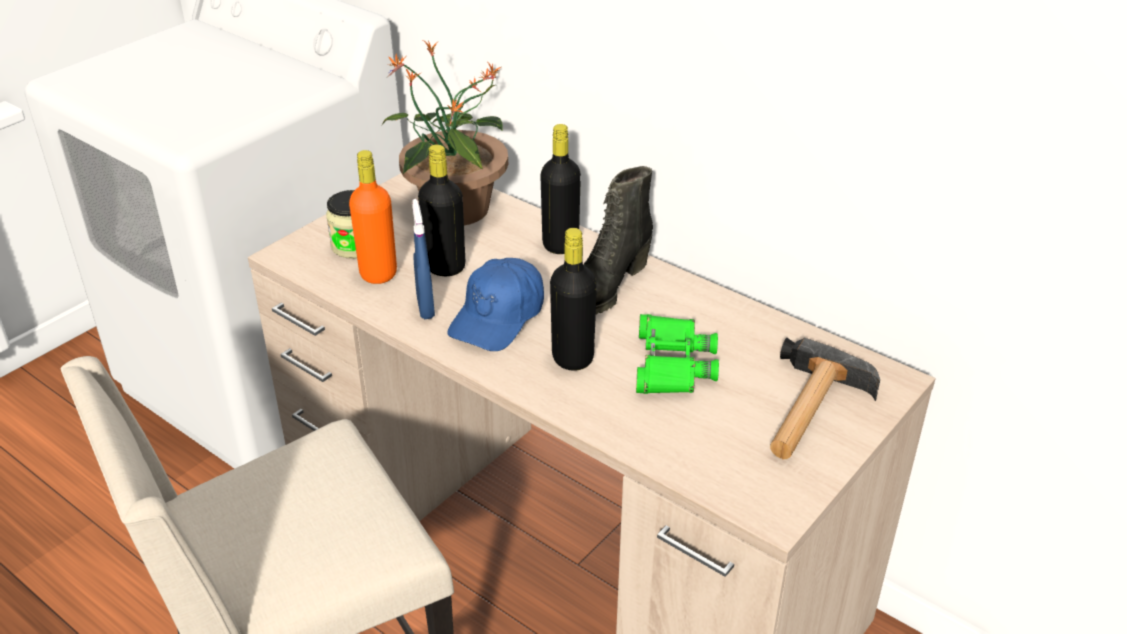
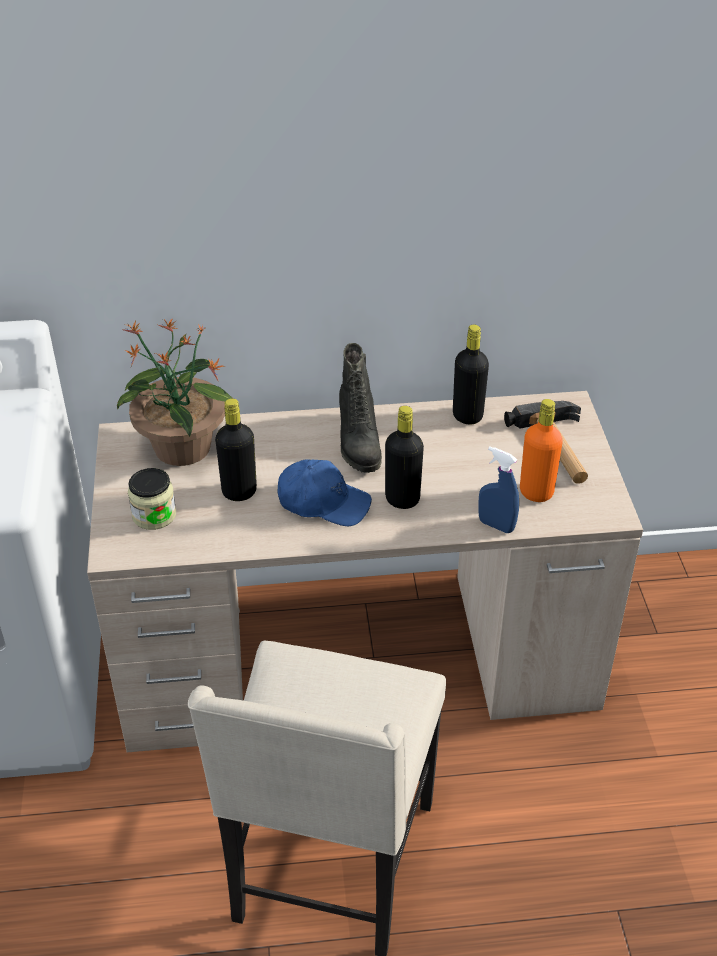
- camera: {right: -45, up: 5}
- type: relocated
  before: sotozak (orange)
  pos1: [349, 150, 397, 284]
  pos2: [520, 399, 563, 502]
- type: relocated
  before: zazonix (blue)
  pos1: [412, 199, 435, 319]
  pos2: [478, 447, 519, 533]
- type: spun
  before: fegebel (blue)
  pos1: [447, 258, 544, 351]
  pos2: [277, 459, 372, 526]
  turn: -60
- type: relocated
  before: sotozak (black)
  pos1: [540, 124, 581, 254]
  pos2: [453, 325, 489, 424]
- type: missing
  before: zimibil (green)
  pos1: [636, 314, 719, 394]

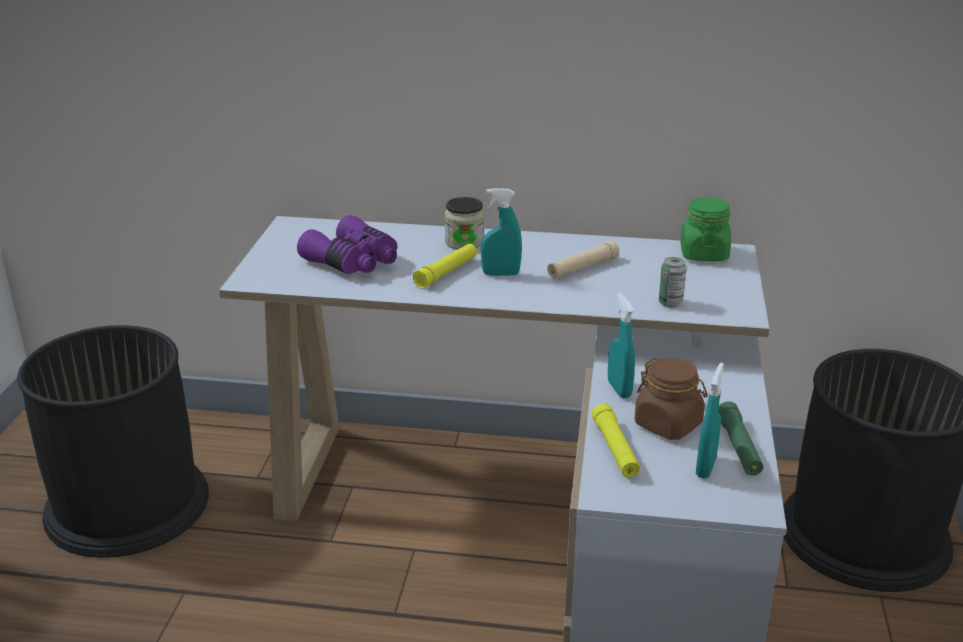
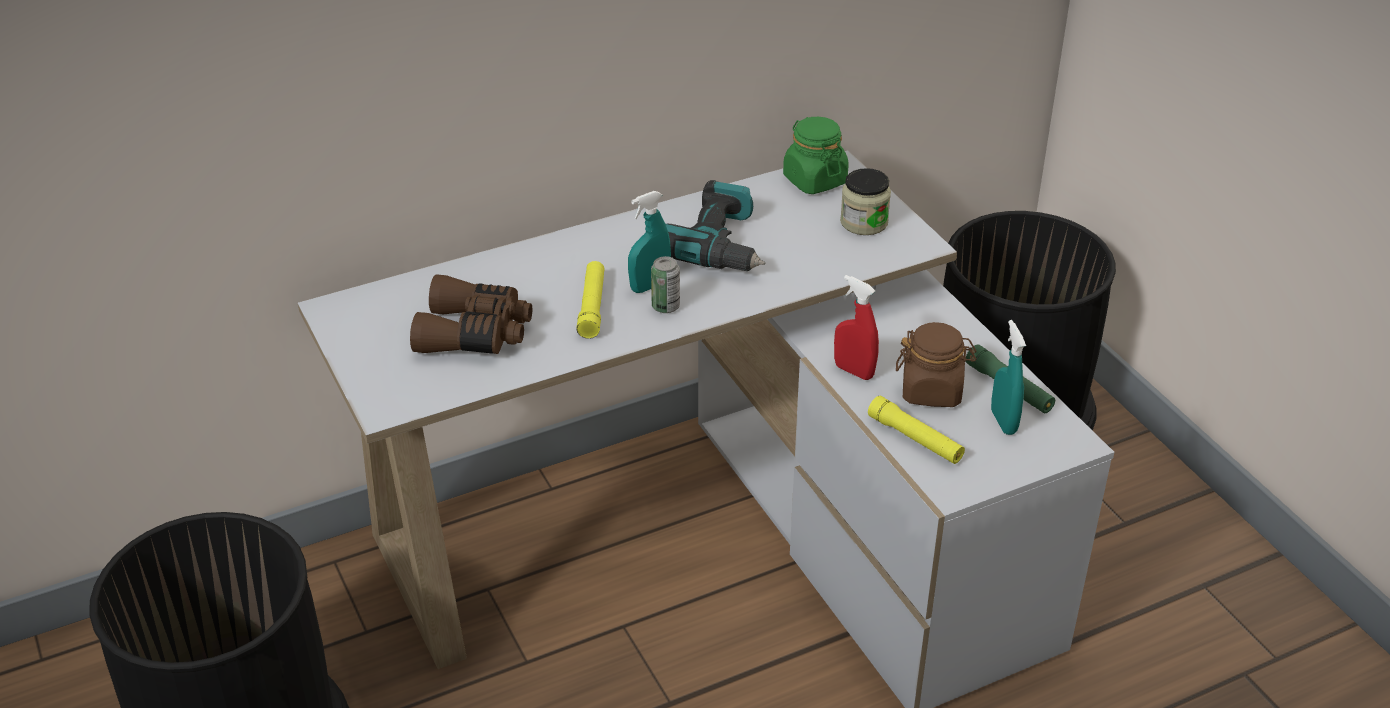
- camera: {right: -35, up: 10}
- type: colour
  before: zimibil (purple)
  after: zimibil (brown)
  pos1: [297, 215, 398, 274]
  pos2: [410, 274, 532, 354]
- type: relocated
  before: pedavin
  pos1: [444, 197, 485, 250]
  pos2: [840, 168, 891, 235]
- type: exchanged
  before: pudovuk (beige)
  after: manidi
  pos1: [547, 241, 619, 278]
  pos2: [666, 180, 766, 271]
- type: colour
  before: zazonix (turquoise)
  after: zazonix (red)
  pos1: [608, 293, 635, 399]
  pos2: [834, 275, 879, 380]
- type: relocated
  before: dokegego
  pos1: [658, 257, 687, 307]
  pos2: [651, 256, 680, 313]

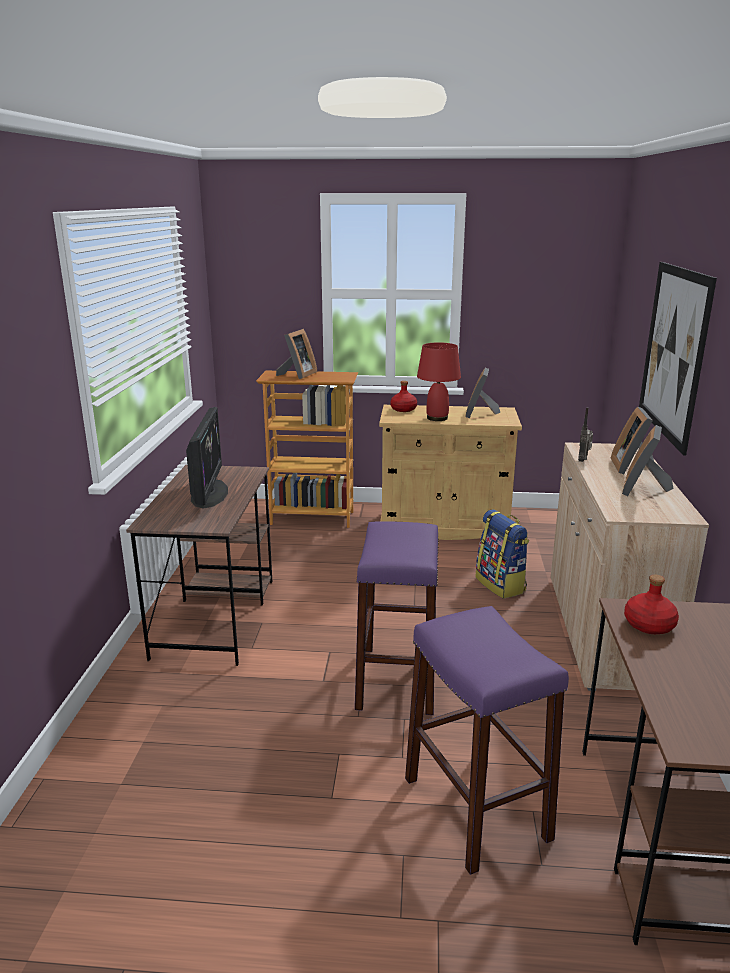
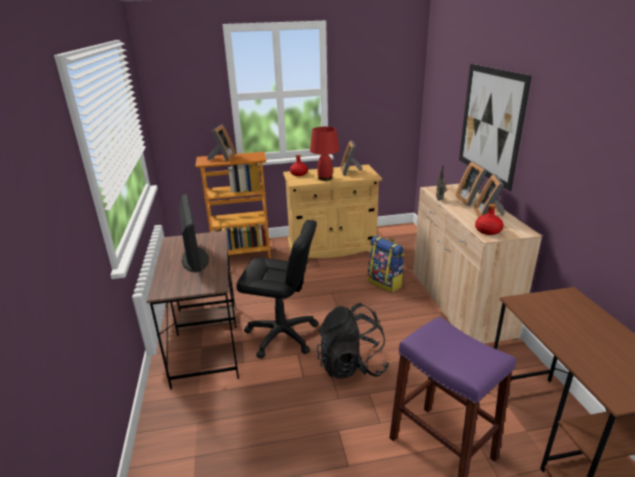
- camera: {right: -15, up: 5}
- type: exchanged
  before: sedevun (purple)
  after: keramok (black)
  pos1: [355, 521, 439, 715]
  pos2: [317, 303, 389, 379]
- type: relocated
  before: sotozak (red)
  pos1: [624, 575, 679, 634]
  pos2: [475, 204, 504, 235]
- type: appeared
  after: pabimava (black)
  pos2: [237, 220, 318, 359]

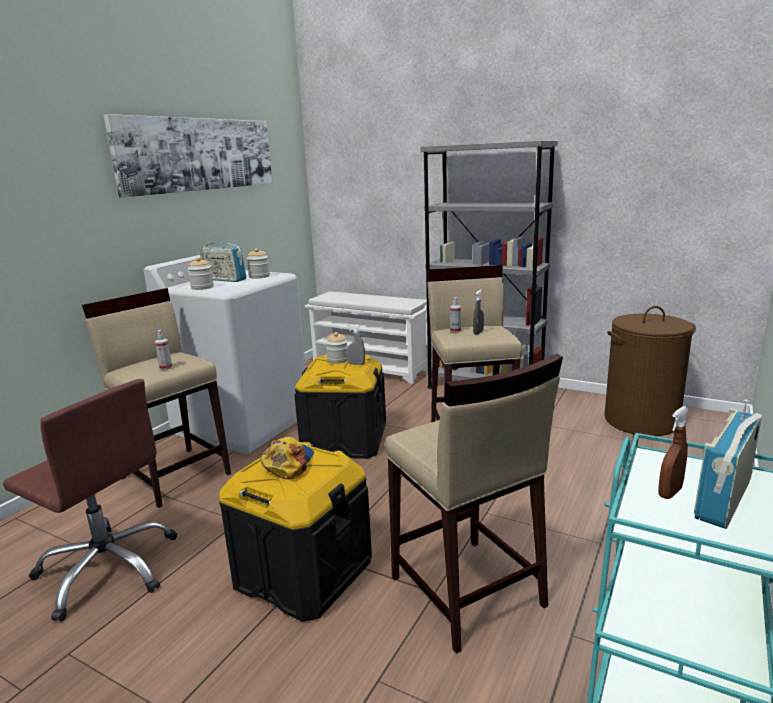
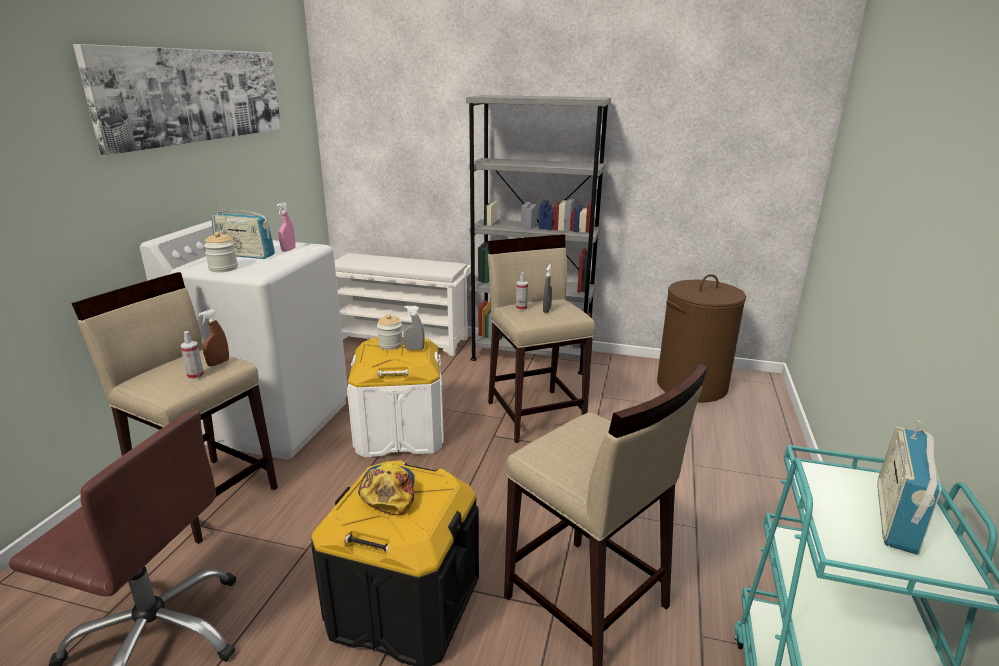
- camera: {right: -15, up: 5}
- type: exchanged
  before: pedavin
  after: zazonix (pink)
  pos1: [247, 248, 270, 279]
  pos2: [277, 202, 296, 252]
- type: colour
  before: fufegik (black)
  after: fufegik (white)
  pos1: [294, 355, 386, 459]
  pos2: [347, 337, 444, 457]
- type: relocated
  before: zazonix (brown)
  pos1: [658, 406, 689, 499]
  pos2: [199, 309, 229, 367]

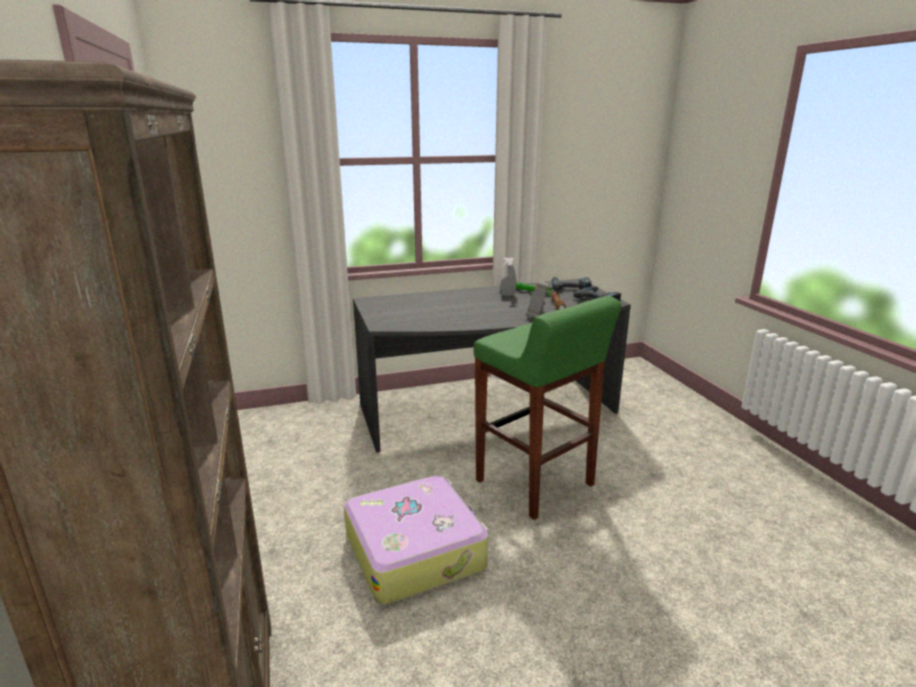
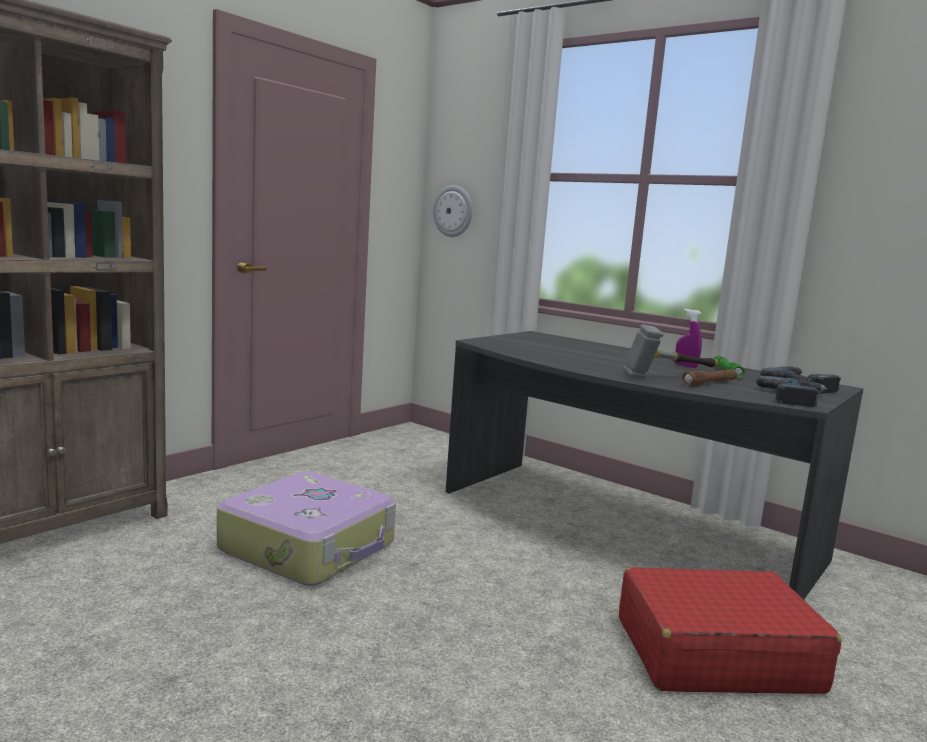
- camera: {right: 55, up: -10}
- type: missing
  before: sedevun (green)
  pos1: [474, 296, 622, 520]
- type: colour
  before: zazonix (grey)
  after: zazonix (purple)
  pos1: [500, 257, 516, 296]
  pos2: [675, 309, 702, 368]
- type: appeared
  after: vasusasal
  pos2: [433, 185, 473, 237]
- type: appeared
  after: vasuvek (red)
  pos2: [619, 567, 841, 694]

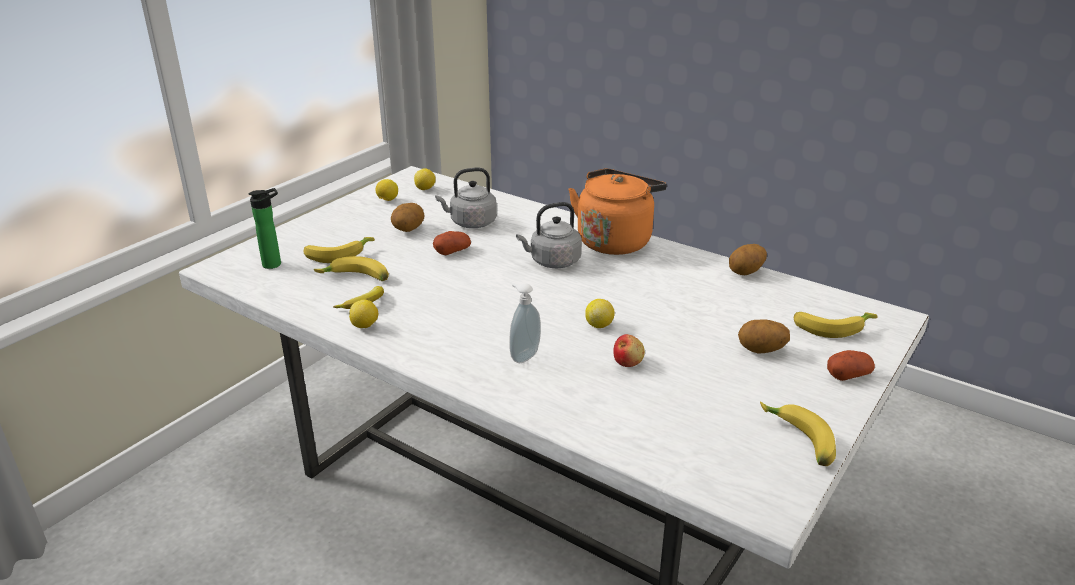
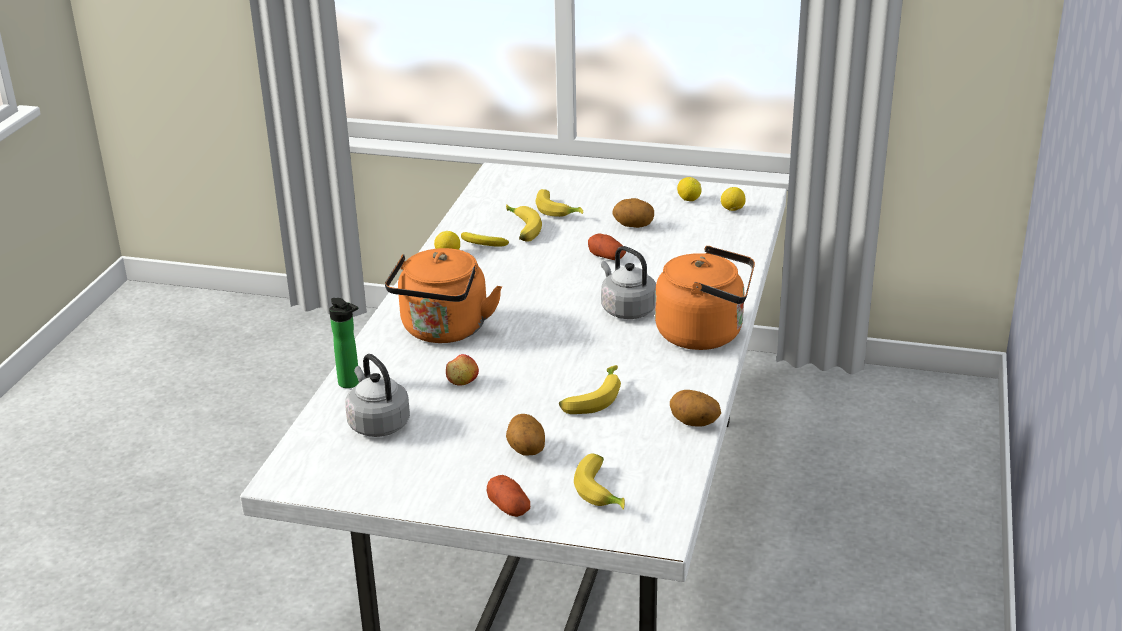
- camera: {right: 70, up: 0}
- type: relocated
  before: sotozak
  pos1: [249, 188, 281, 269]
  pos2: [329, 298, 359, 388]
- type: relocated
  before: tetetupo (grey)
  pos1: [435, 168, 497, 228]
  pos2: [345, 354, 410, 437]
- type: exchanged
  before: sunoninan
  after: tetetupo (orange)
  pos1: [509, 283, 541, 363]
  pos2: [385, 248, 502, 343]
- type: missing
  before: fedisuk
  pos1: [585, 299, 615, 328]
- type: relocated
  before: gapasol
  pos1: [760, 401, 836, 466]
  pos2: [559, 365, 621, 414]

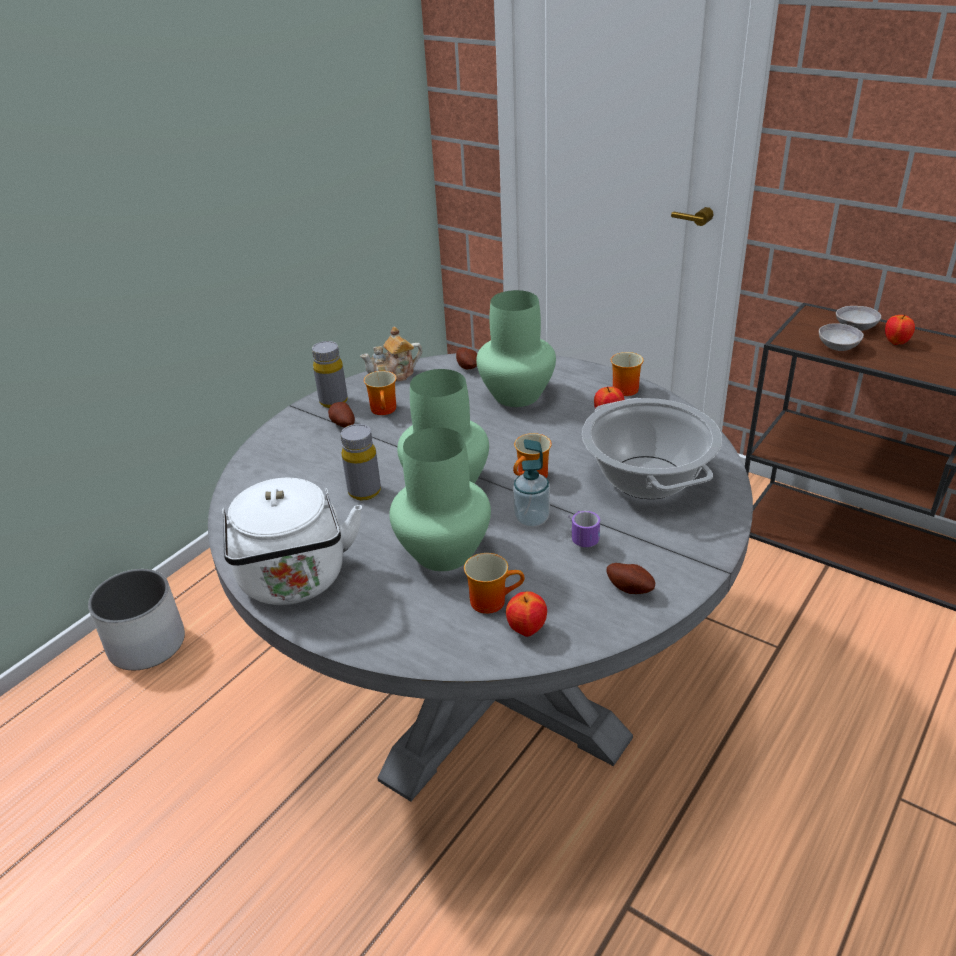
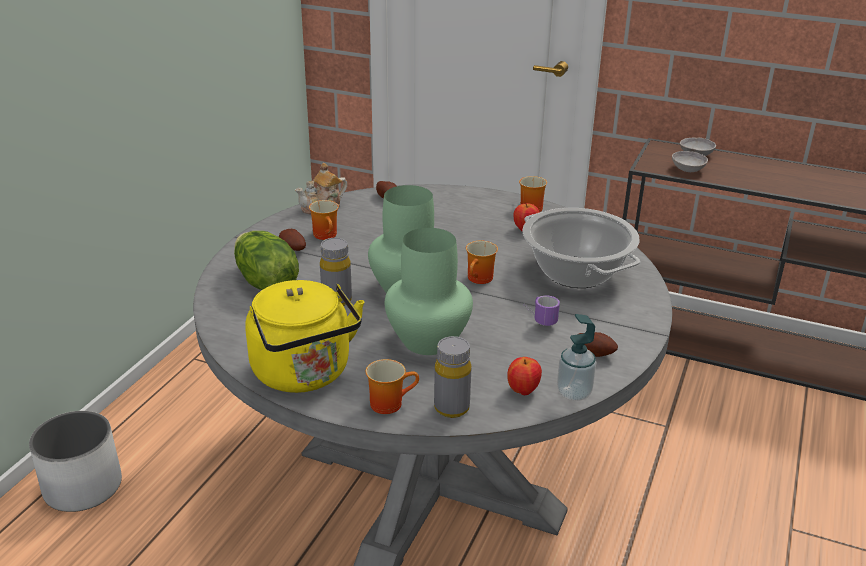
- camera: {right: -15, up: -5}
- type: colour
  before: tetetupo (white)
  after: tetetupo (yellow)
  pos1: [222, 477, 362, 605]
  pos2: [245, 280, 364, 393]
- type: relocated
  before: sotozak (grey)
  pos1: [312, 341, 348, 408]
  pos2: [434, 336, 471, 418]
- type: relocated
  before: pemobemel
  pos1: [464, 553, 525, 614]
  pos2: [366, 359, 419, 414]
- type: missing
  before: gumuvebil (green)
  pos1: [476, 290, 556, 407]
- type: relocated
  before: sunoninan
  pos1: [513, 439, 550, 527]
  pos2: [557, 314, 596, 401]
- type: missing
  before: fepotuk
  pos1: [885, 315, 915, 345]
- type: appeared
  after: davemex
  pos2: [234, 231, 299, 290]

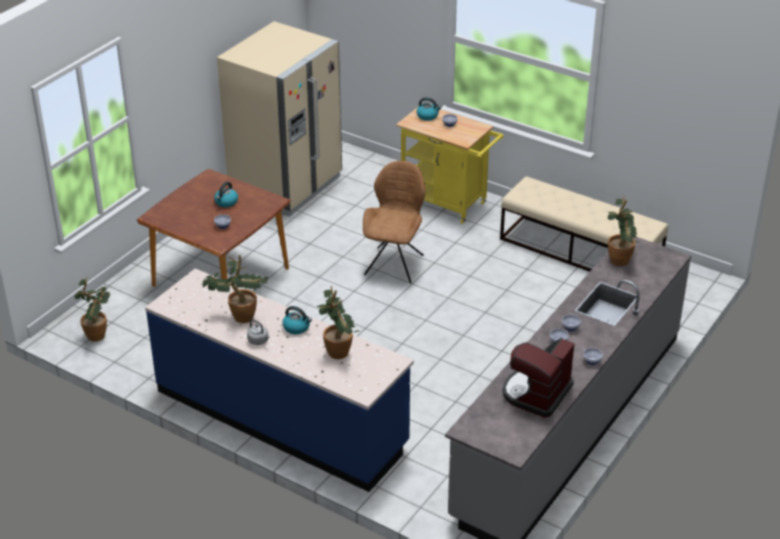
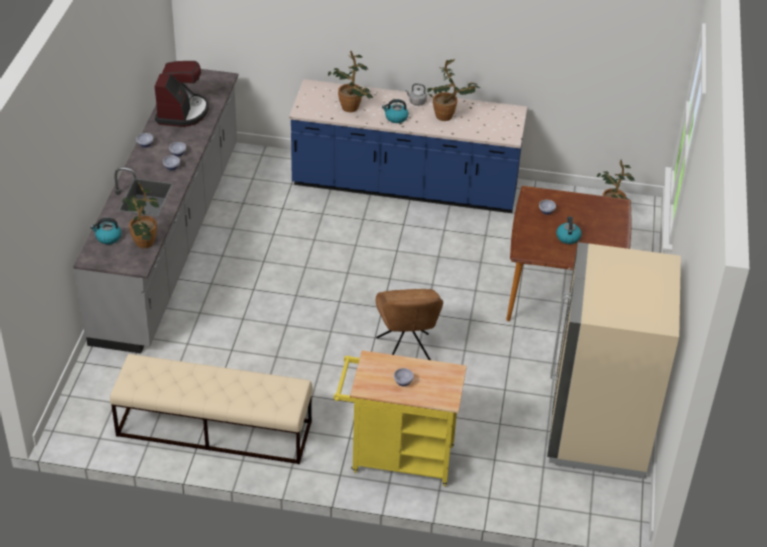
- camera: {right: 155, up: 5}
- type: relocated
  before: tetetupo
  pos1: [416, 97, 442, 121]
  pos2: [90, 218, 122, 244]

